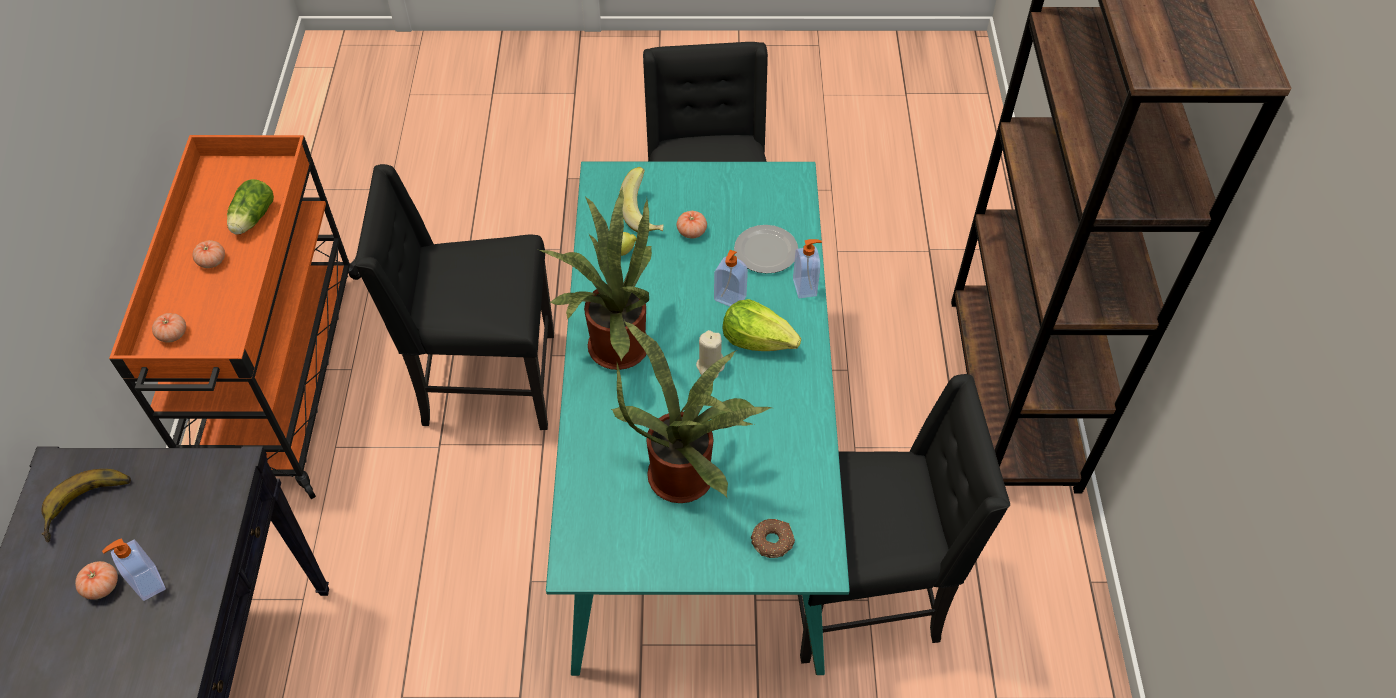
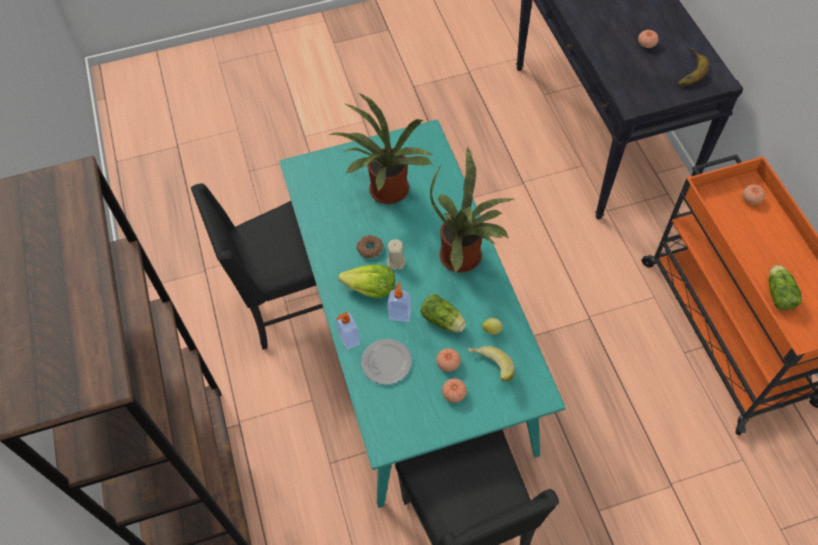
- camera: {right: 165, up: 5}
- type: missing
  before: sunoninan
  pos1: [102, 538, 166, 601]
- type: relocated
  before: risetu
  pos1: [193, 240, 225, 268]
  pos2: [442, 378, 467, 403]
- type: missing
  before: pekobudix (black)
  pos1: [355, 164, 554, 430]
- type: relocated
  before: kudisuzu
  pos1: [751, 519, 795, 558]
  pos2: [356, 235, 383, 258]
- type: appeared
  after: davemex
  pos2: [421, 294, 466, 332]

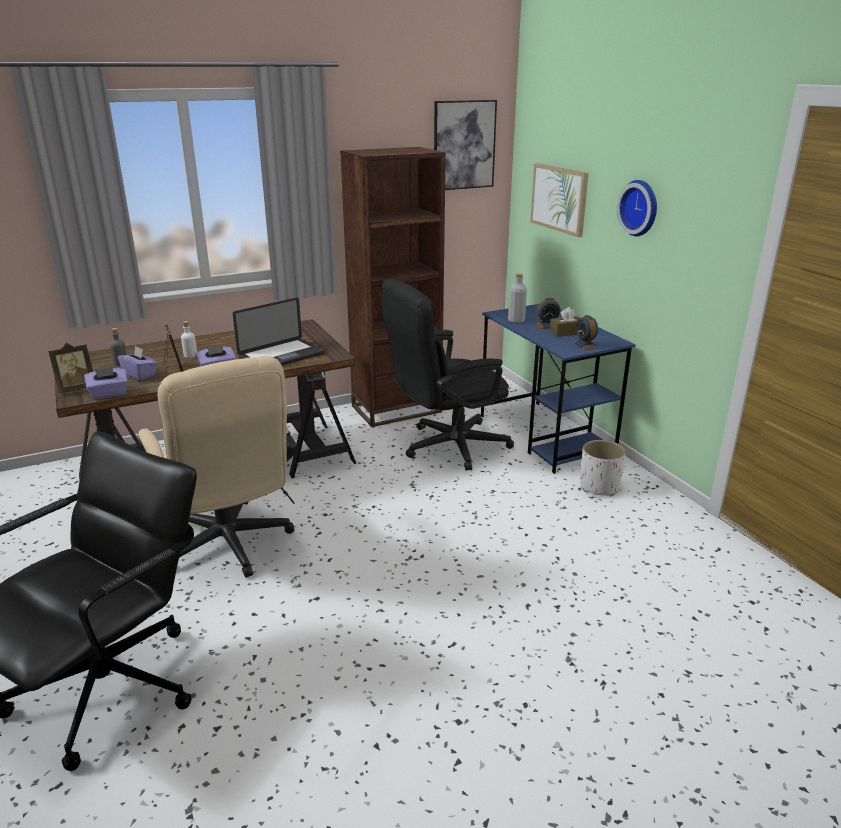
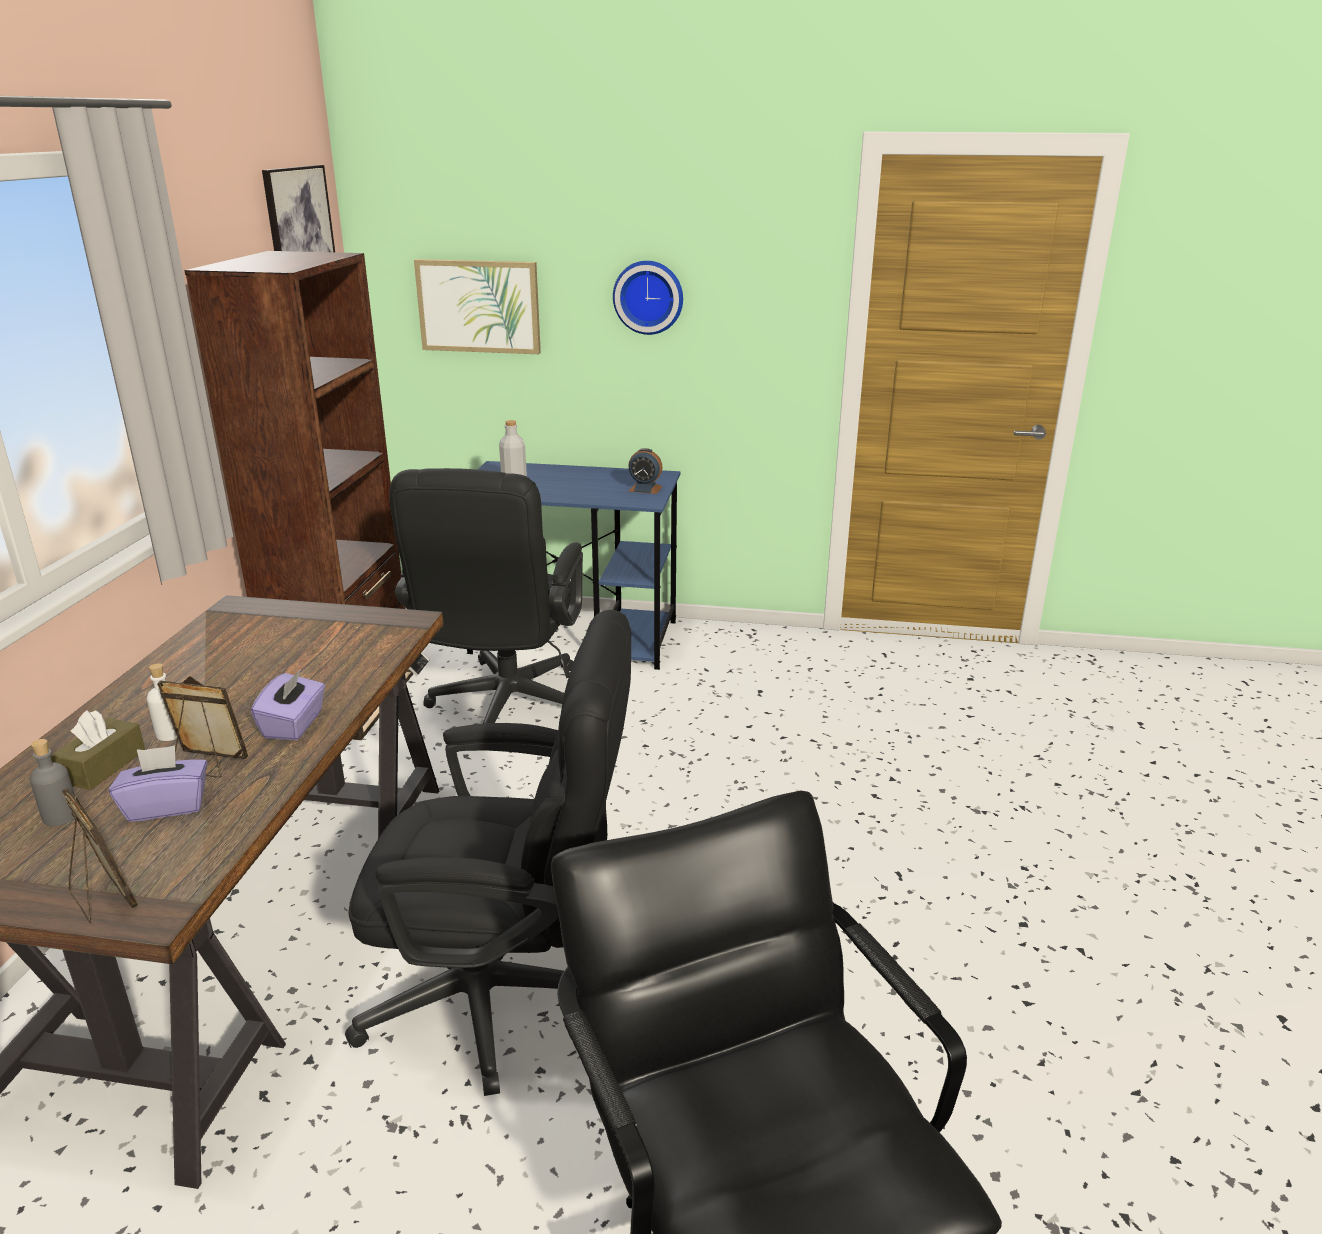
- camera: {right: -55, up: 0}
- type: spun
  before: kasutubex
  pos1: [48, 343, 93, 394]
  pos2: [62, 788, 138, 923]
  turn: -45
- type: missing
  before: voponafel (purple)
  pos1: [84, 367, 128, 400]
- type: colour
  before: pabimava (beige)
  after: pabimava (black)
  pos1: [139, 356, 297, 577]
  pos2: [345, 610, 631, 1096]
- type: missing
  before: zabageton
  pos1: [233, 298, 325, 366]
- type: missing
  before: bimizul
  pos1: [536, 298, 561, 329]
- type: relocated
  before: voponafel (brown)
  pos1: [550, 307, 580, 337]
  pos2: [51, 710, 145, 790]
- type: missing
  before: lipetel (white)
  pos1: [580, 440, 626, 496]

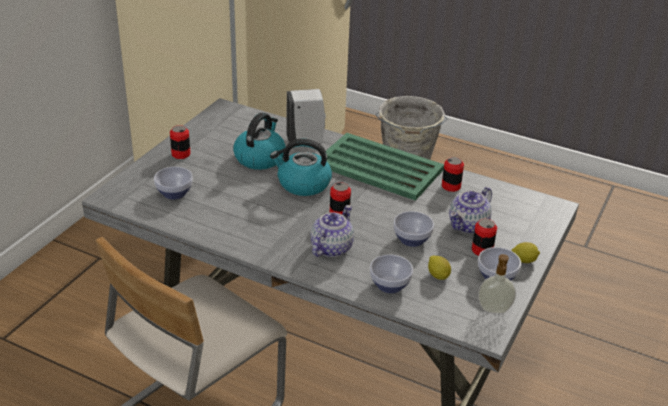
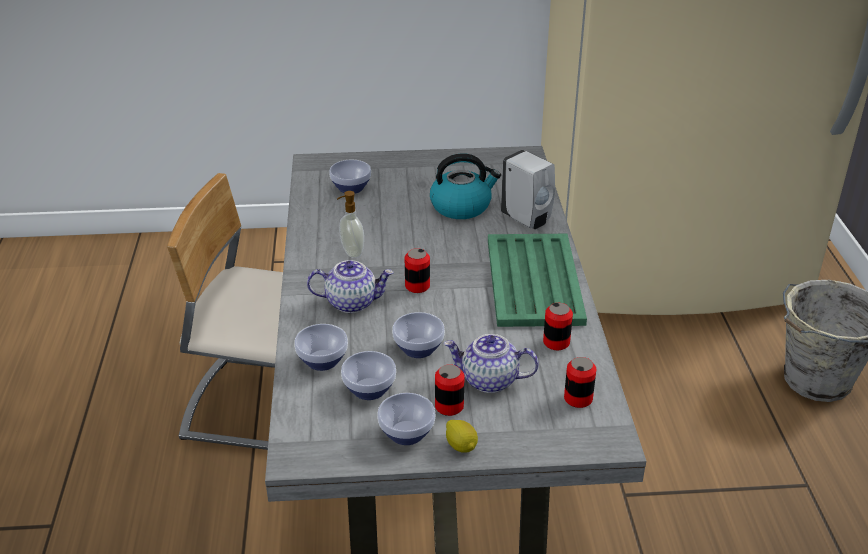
- camera: {right: 60, up: 0}
- type: relocated
  before: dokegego
  pos1: [170, 125, 190, 159]
  pos2: [564, 357, 596, 408]
- type: missing
  before: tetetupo
  pos1: [270, 139, 332, 196]
- type: exchanged
  before: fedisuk
  after: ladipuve
  pos1: [428, 256, 451, 280]
  pos2: [341, 351, 396, 400]
- type: relocated
  before: sunoninan
  pos1: [478, 254, 516, 314]
  pos2: [337, 191, 364, 258]

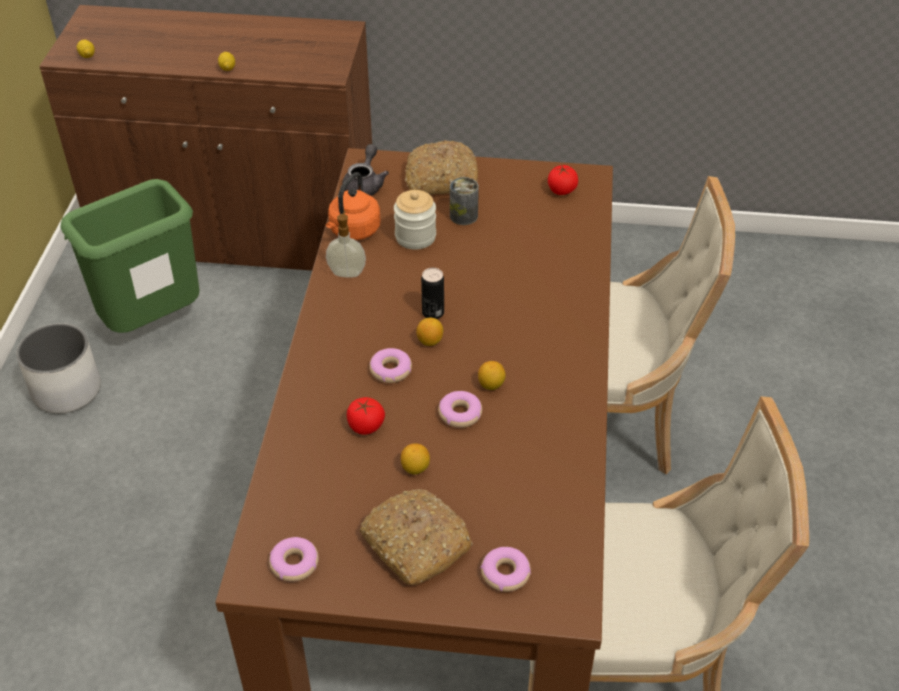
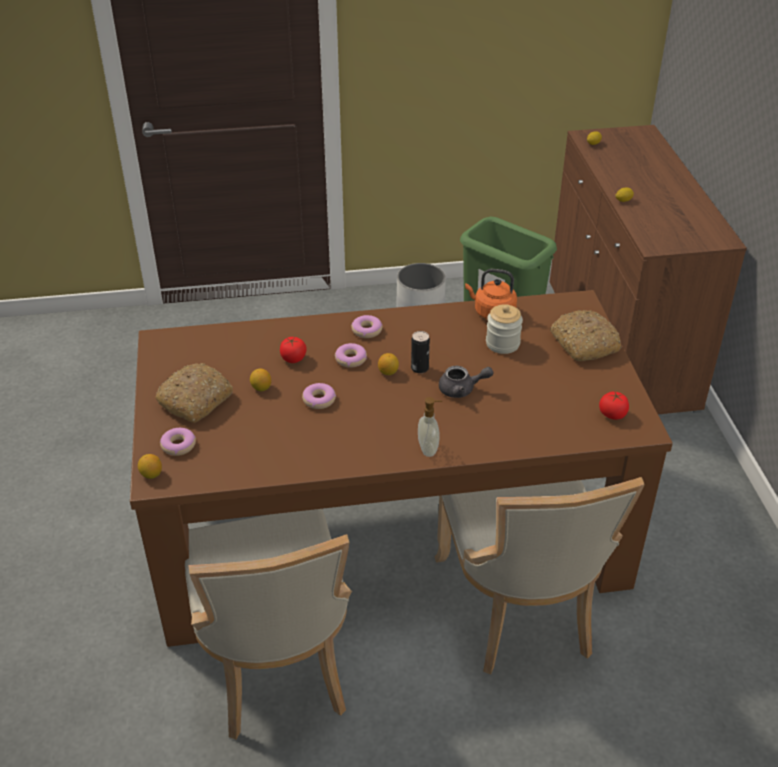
- camera: {right: 75, up: -5}
- type: relocated
  before: kudisuzu
  pos1: [269, 537, 319, 582]
  pos2: [351, 315, 383, 338]
- type: relocated
  before: sunoninan
  pos1: [326, 211, 366, 278]
  pos2: [418, 397, 442, 457]
- type: relocated
  before: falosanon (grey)
  pos1: [342, 144, 389, 196]
  pos2: [439, 366, 493, 398]
- type: missing
  before: dokegego
  pos1: [450, 177, 479, 225]
- type: relocated
  before: fedisuk
  pos1: [478, 361, 506, 390]
  pos2: [138, 454, 162, 479]

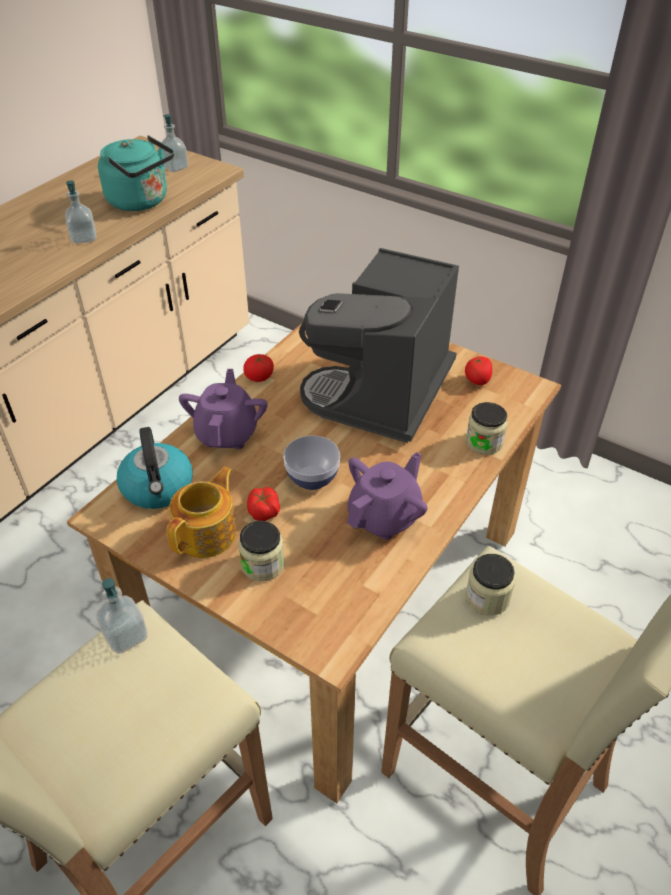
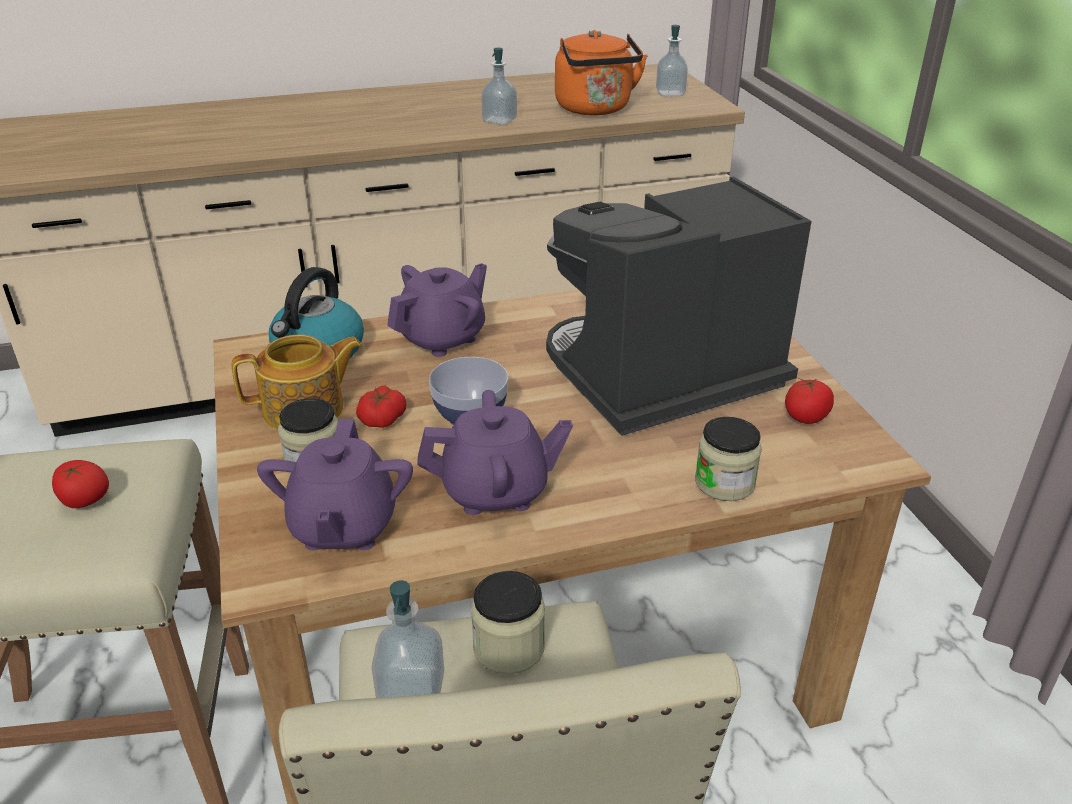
- camera: {right: 40, up: -10}
- type: relocated
  before: sunoninan
  pos1: [96, 578, 148, 654]
  pos2: [372, 580, 444, 698]
- type: colour
  before: tetetupo (turquoise)
  after: tetetupo (orange)
  pos1: [98, 135, 174, 211]
  pos2: [555, 30, 648, 115]
- type: relocated
  before: risetu
  pos1: [243, 354, 274, 382]
  pos2: [52, 460, 109, 508]
- type: appeared
  after: falosanon (purple)
  pos2: [257, 419, 413, 550]

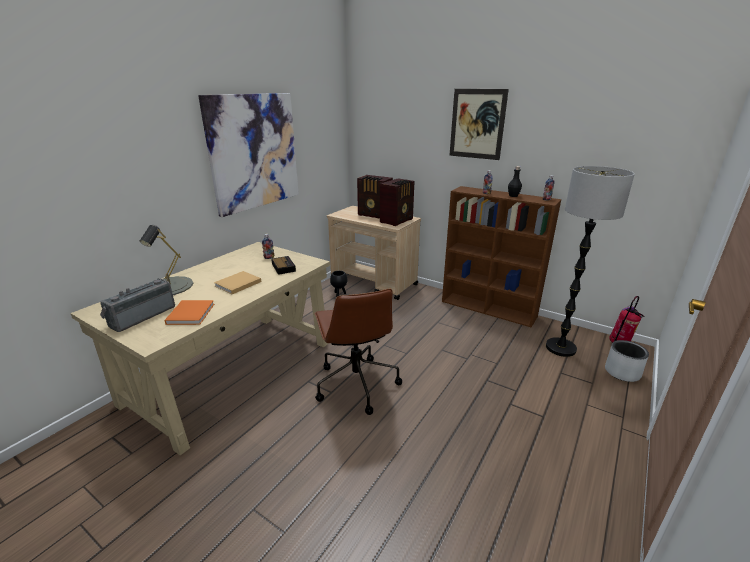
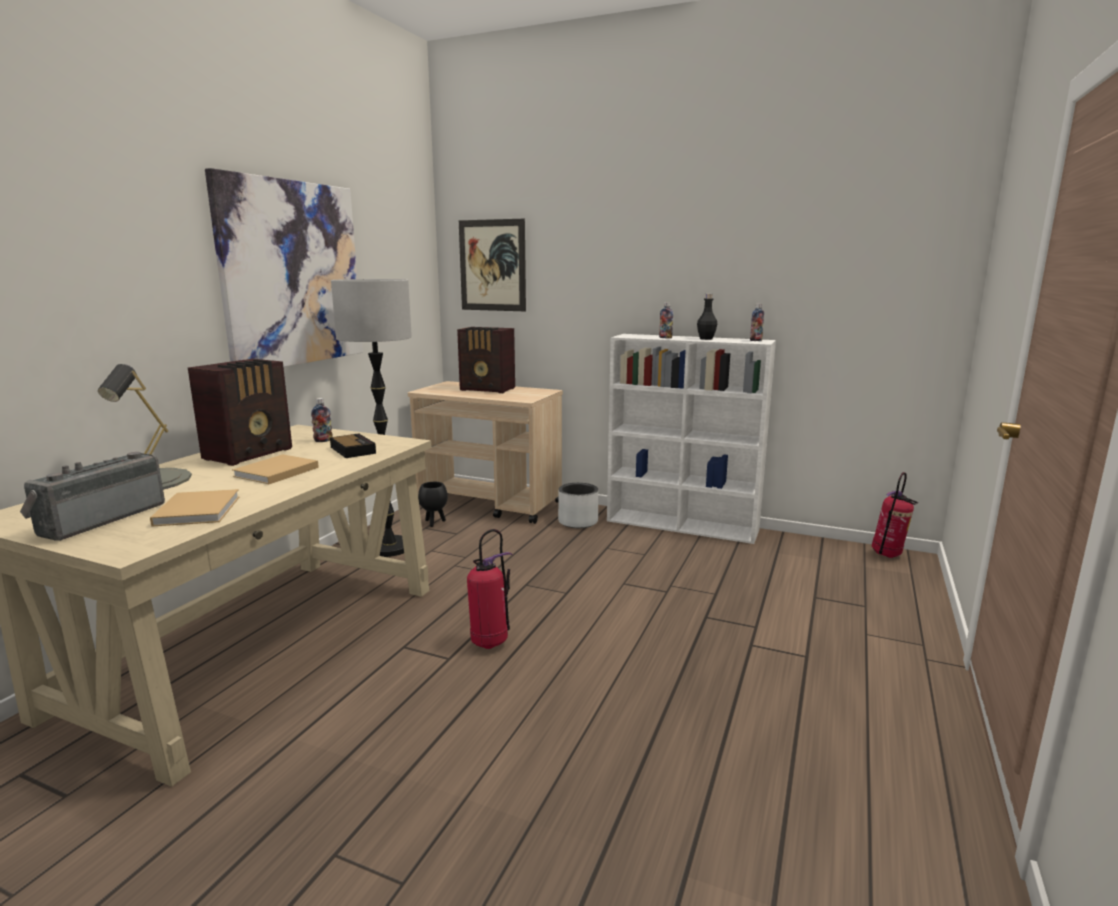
- camera: {right: -10, up: -10}
- type: colour
  before: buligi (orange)
  after: buligi (beige)
  pos1: [164, 300, 214, 325]
  pos2: [150, 489, 240, 527]
- type: exchanged
  before: pabimava (brown)
  after: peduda
  pos1: [314, 289, 402, 415]
  pos2: [467, 529, 513, 649]
- type: relocated
  before: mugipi
  pos1: [380, 178, 414, 226]
  pos2: [188, 359, 292, 466]
- type: colour
  before: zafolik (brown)
  after: zafolik (white)
  pos1: [442, 186, 561, 328]
  pos2: [607, 334, 776, 544]
- type: relocated
  before: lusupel
  pos1: [449, 89, 509, 160]
  pos2: [459, 219, 526, 311]
- type: relocated
  before: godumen
  pos1: [546, 166, 635, 357]
  pos2: [331, 279, 412, 557]
- type: relocated
  before: lipetel (grey)
  pos1: [605, 340, 649, 382]
  pos2: [558, 483, 598, 528]

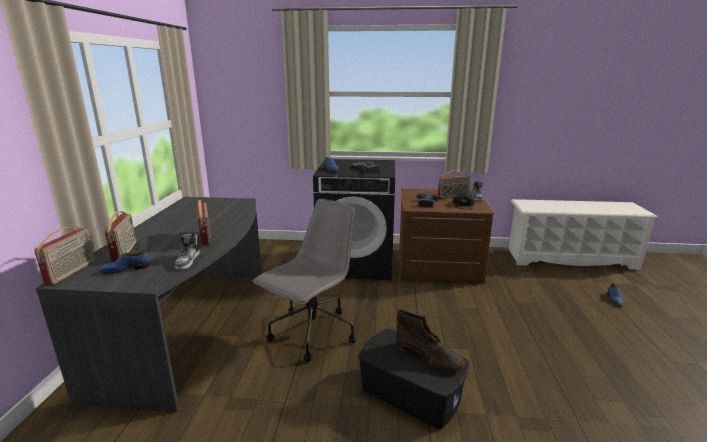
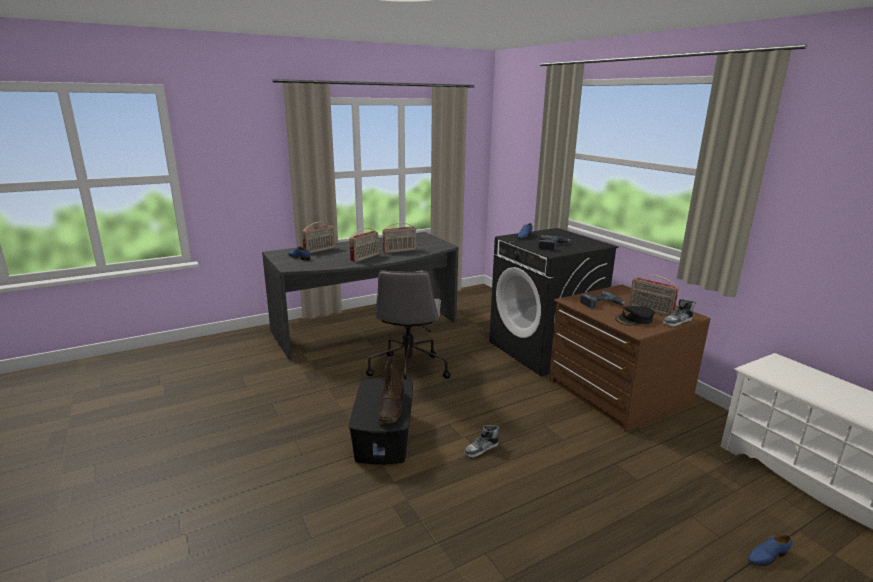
- camera: {right: 55, up: 0}
- type: relocated
  before: mugipi
  pos1: [34, 227, 95, 284]
  pos2: [382, 223, 416, 253]
- type: relocated
  before: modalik
  pos1: [174, 233, 200, 270]
  pos2: [464, 425, 500, 457]
- type: spun
  before: pabimava (grey)
  pos1: [253, 199, 356, 362]
  pos2: [366, 271, 451, 380]
  turn: 90

